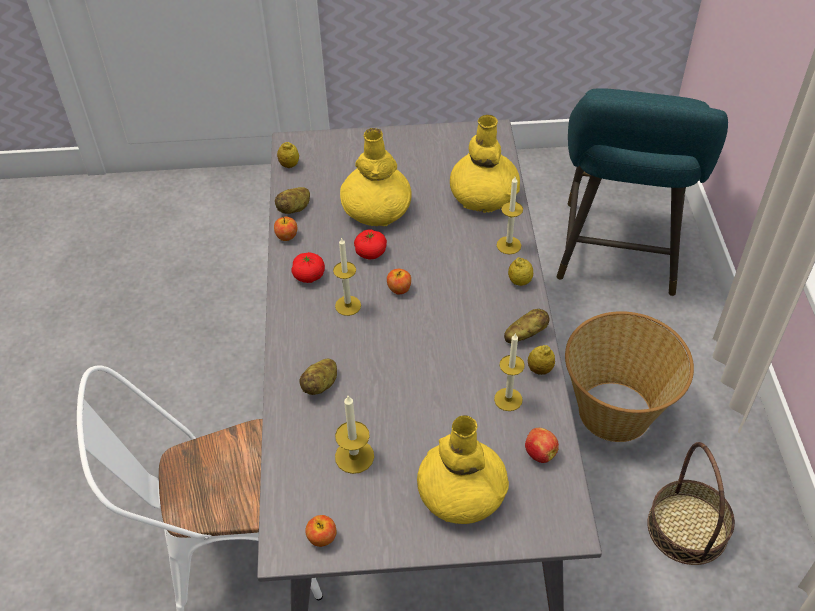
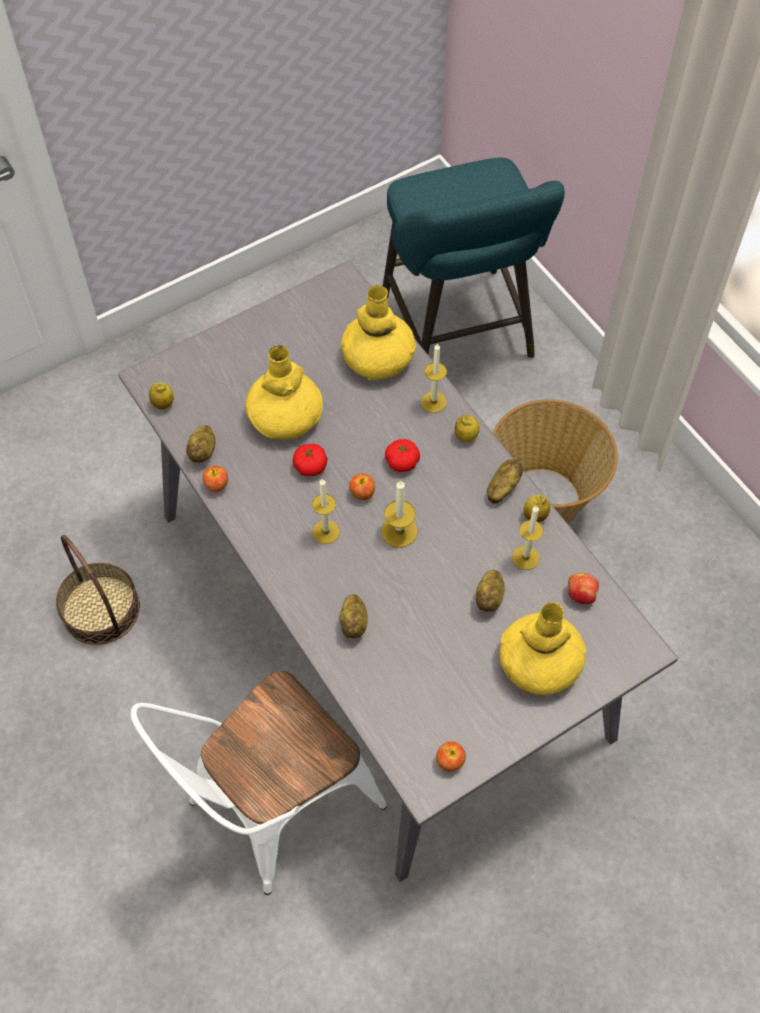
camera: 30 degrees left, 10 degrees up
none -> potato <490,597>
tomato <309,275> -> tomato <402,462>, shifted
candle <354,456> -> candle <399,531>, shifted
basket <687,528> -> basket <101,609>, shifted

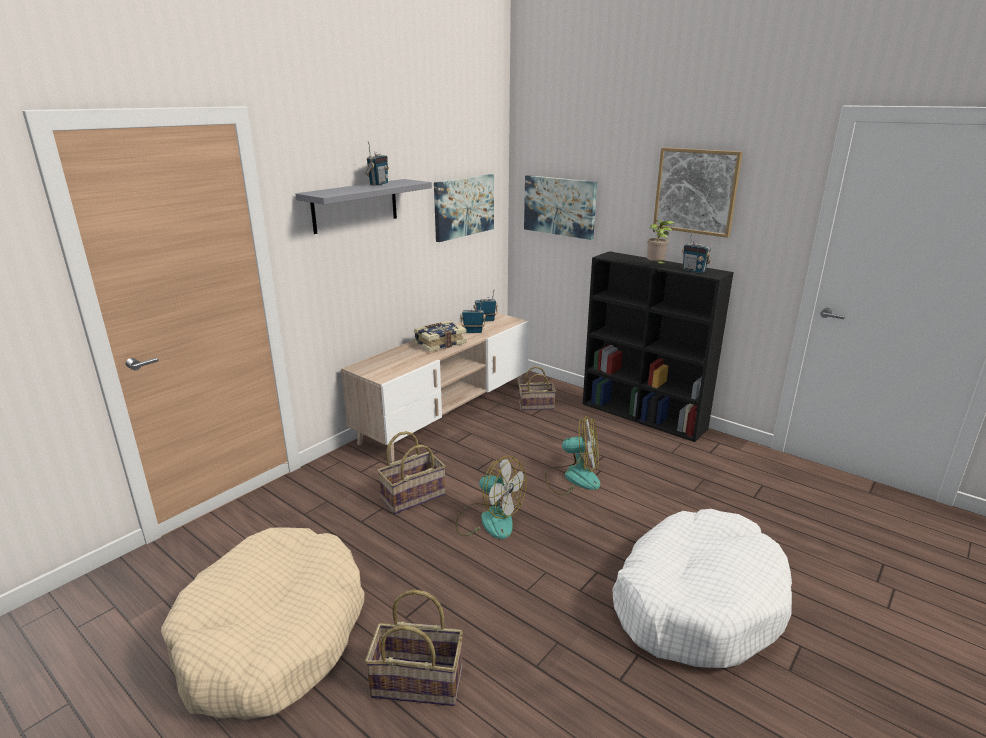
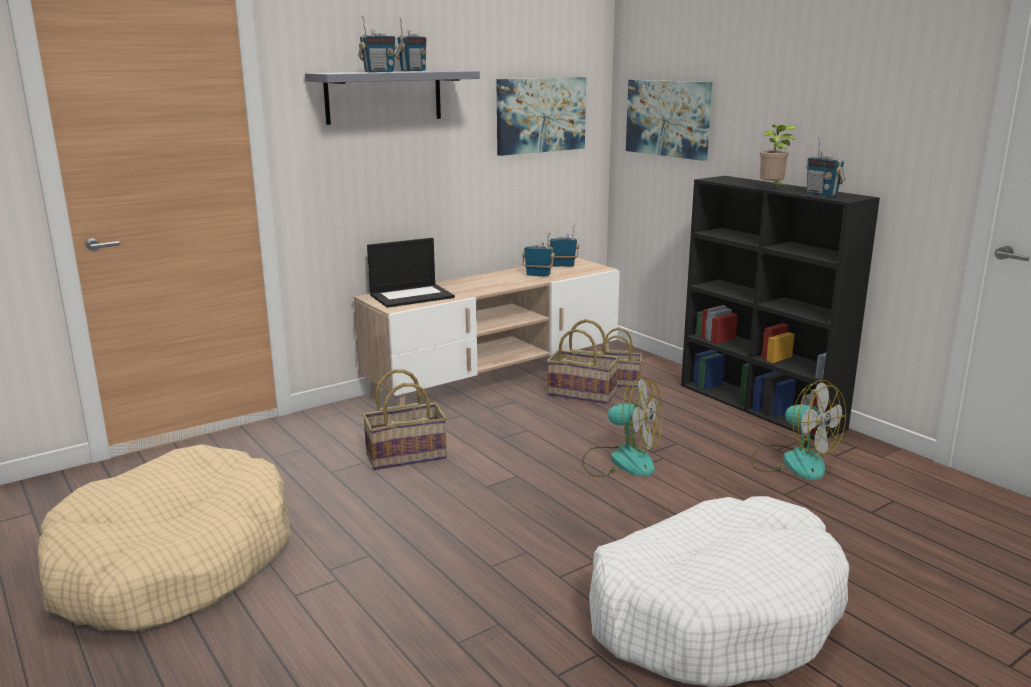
camera: 15 degrees right, 5 degrees down
book <439,343> -> none
picture <696,191> -> none
none -> radio <379,72>
none -> laptop <412,296>
basket <418,681> -> basket <582,393>, shifted
fan <489,520> -> fan <793,461>, shifted

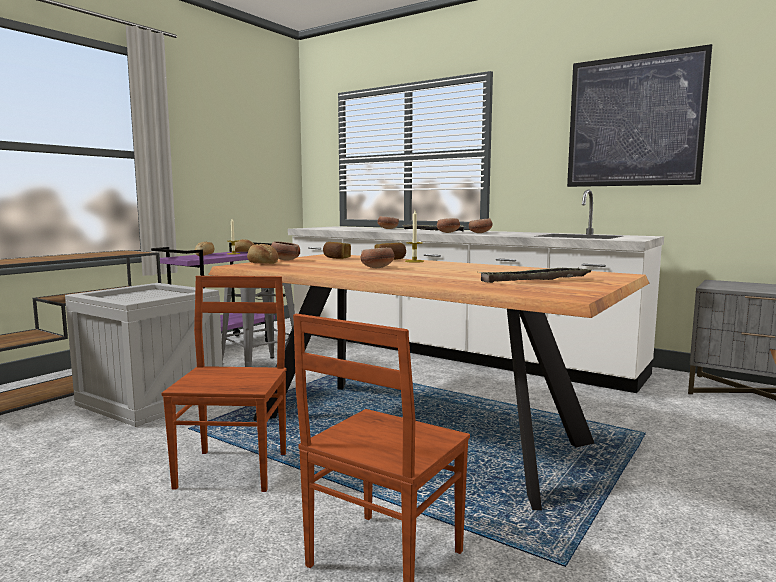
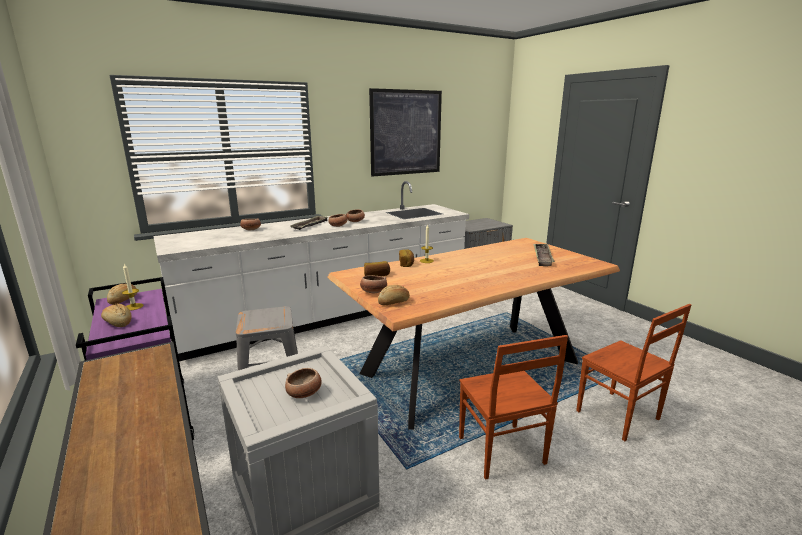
camera: 65 degrees left, 10 degrees up
bowl <377,268> -> bowl <304,393>, shifted
chair/brown <235,469> -> chair/brown <501,451>, 135 degrees counterclockwise

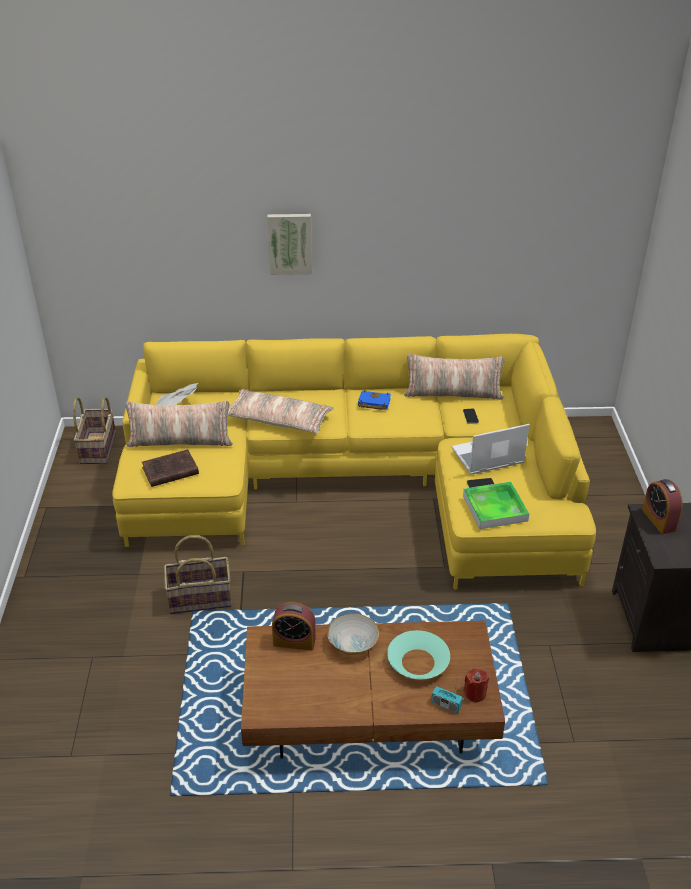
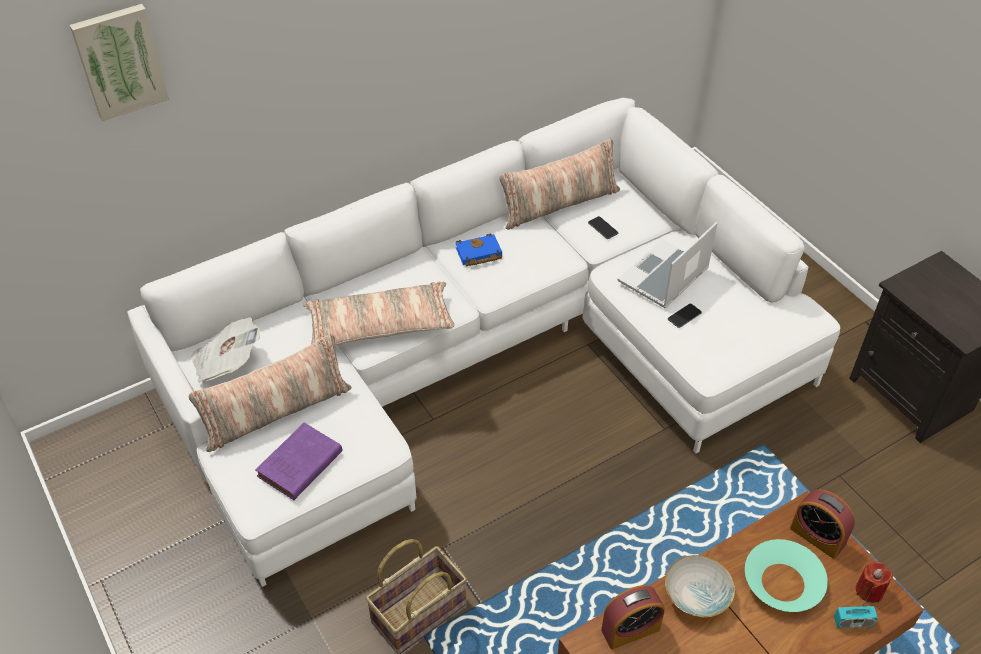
camera: 30 degrees left, 10 degrees up
basket <99,448> -> none
tray <495,508> -> none
picture <290,243> -> picture <119,61>, shifted
alarm clock <658,520> -> alarm clock <817,536>, shifted
sofa/yellow <359,481> -> sofa/white <487,358>
book/brown <169,471> -> book/purple <298,466>

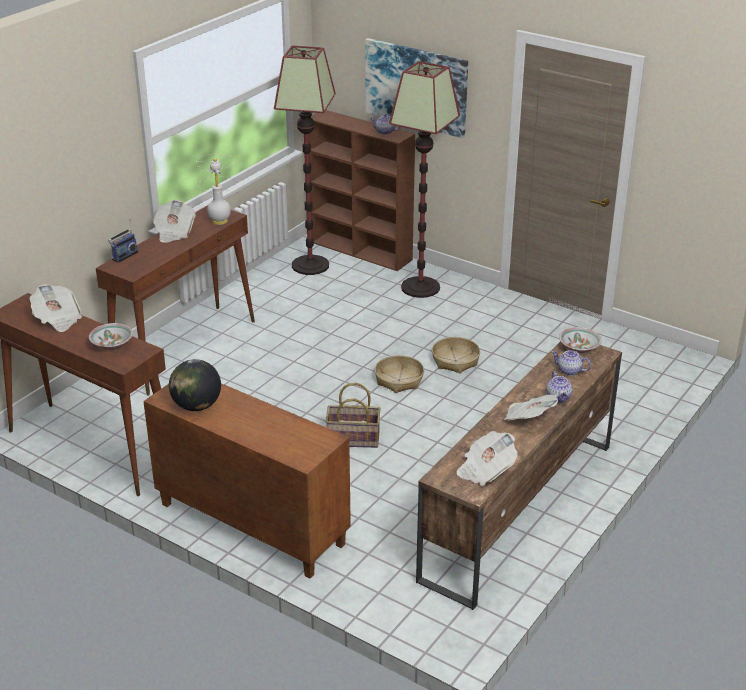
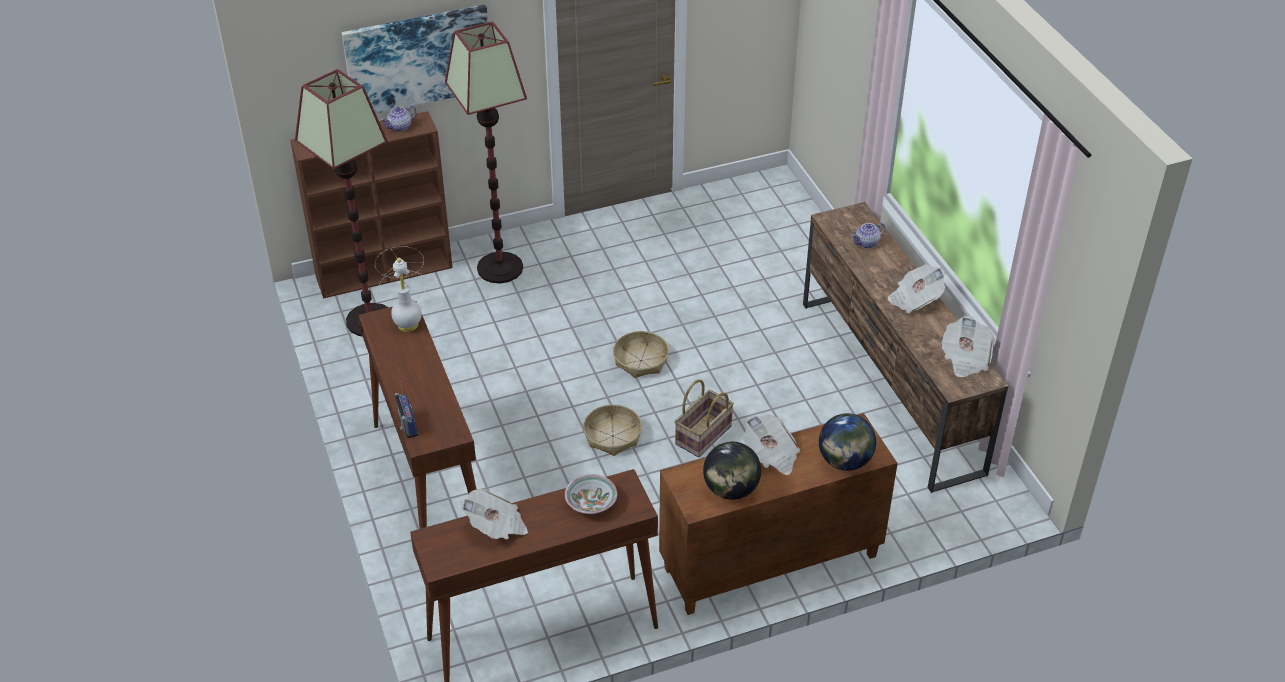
camera: 55 degrees left, 10 degrees up
teapot <558,397> -> none
bowl <579,348> -> none
none -> globe <844,461>
newspaper <174,232> -> newspaper <771,455>, shifted
basket <455,361> -> basket <613,436>, shifted

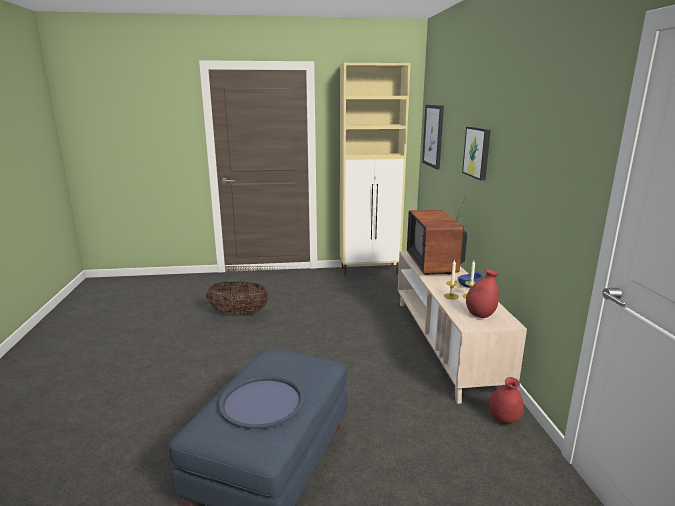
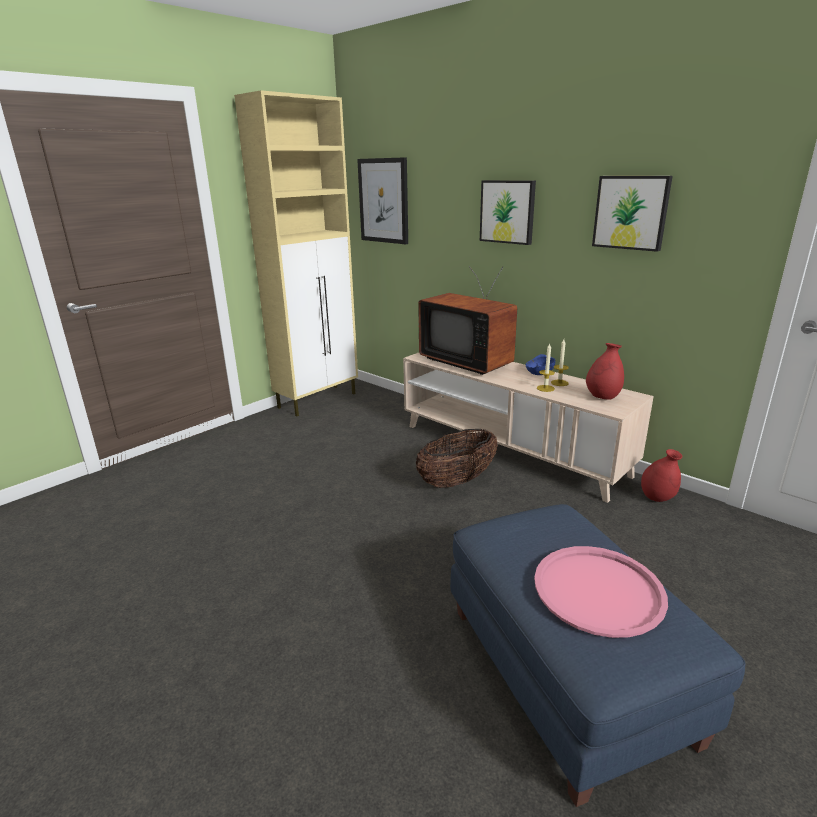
camera: 40 degrees left, 5 degrees up
none -> picture <631,212>
basket <239,313> -> basket <457,481>, shifted
tray/blue <262,402> -> tray/pink <598,591>

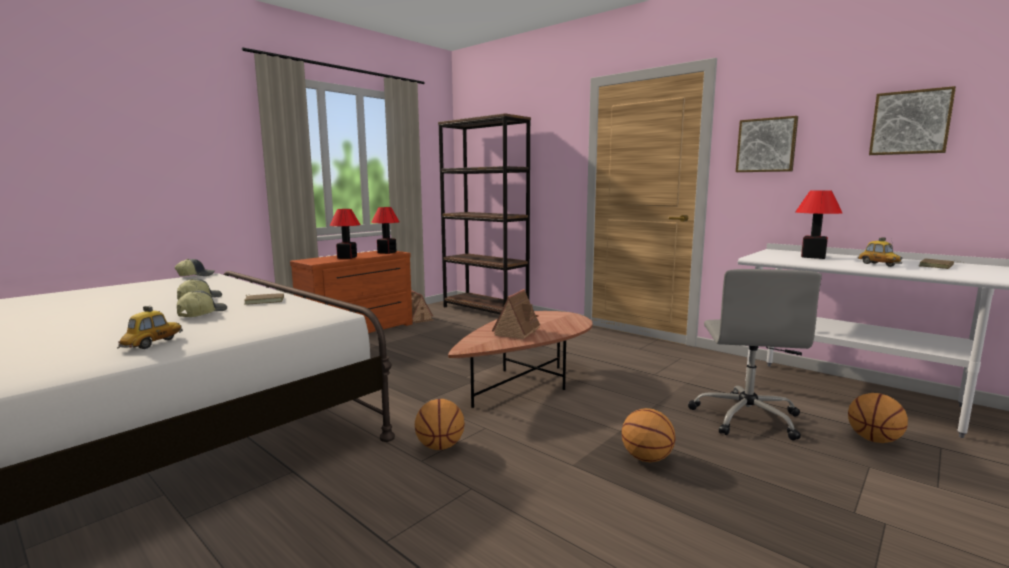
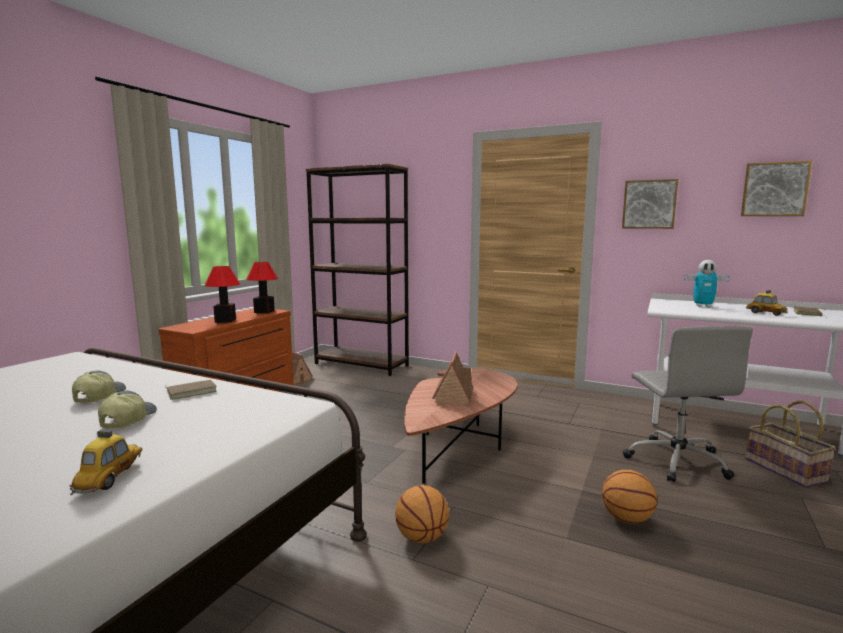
camera: 15 degrees left, 0 degrees up
cap <197,275> -> none
table lamp <813,256> -> toy robot <703,306>
basketball <874,440> -> basket <786,470>

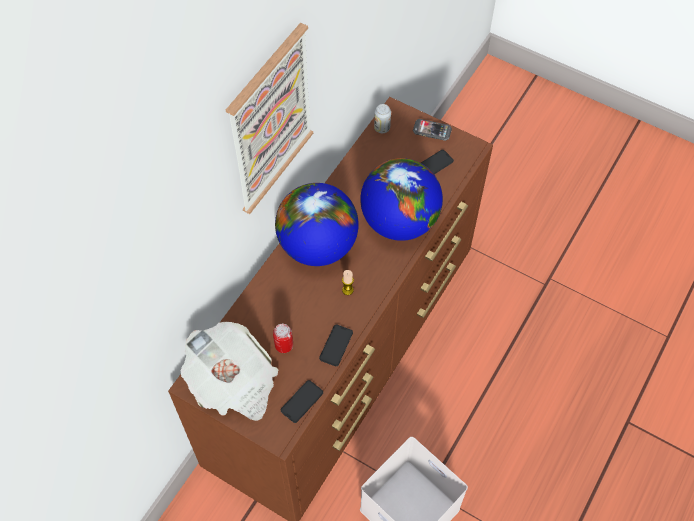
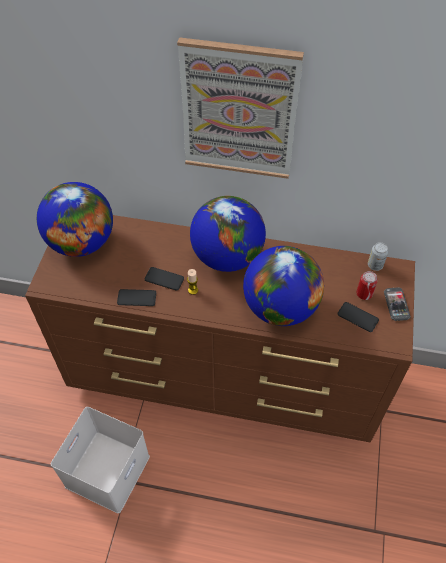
camera: 70 degrees right, 5 degrees down
can <284,345> -> can <364,294>, shifted
phone <302,401> -> phone <164,279>, shifted
newspaper <233,383> -> globe <82,242>

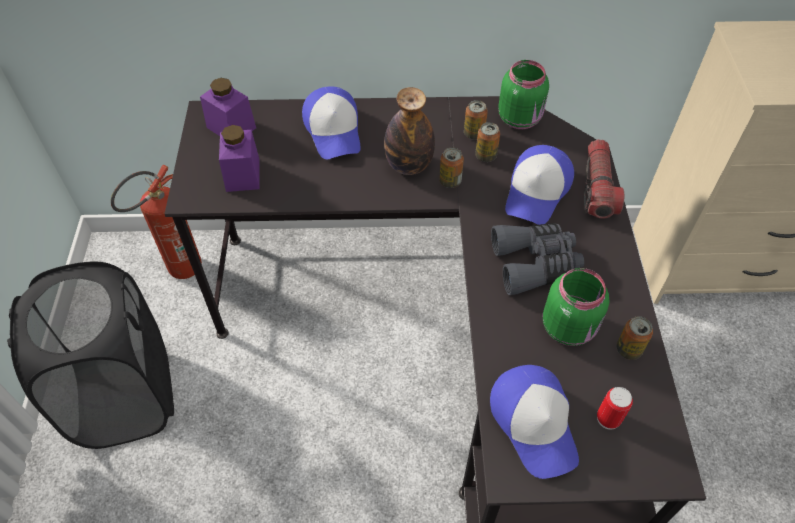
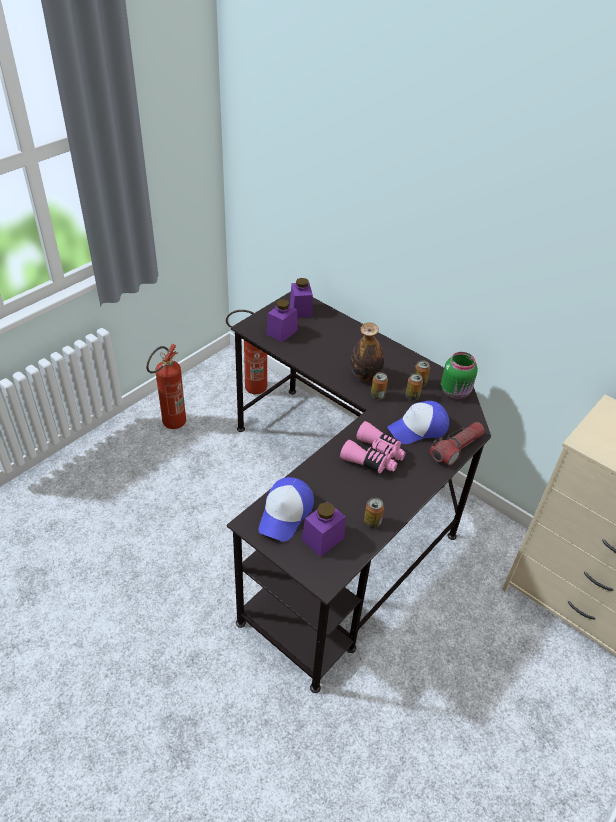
camera: 40 degrees right, 10 degrees down
cap <334,130> -> none
jar/green <569,327> -> none
laundry basket/black <125,397> -> fire extinguisher <170,425>
can <608,418> -> jar/purple <323,539>
binoculars/grey <535,264> -> binoculars/pink <374,456>

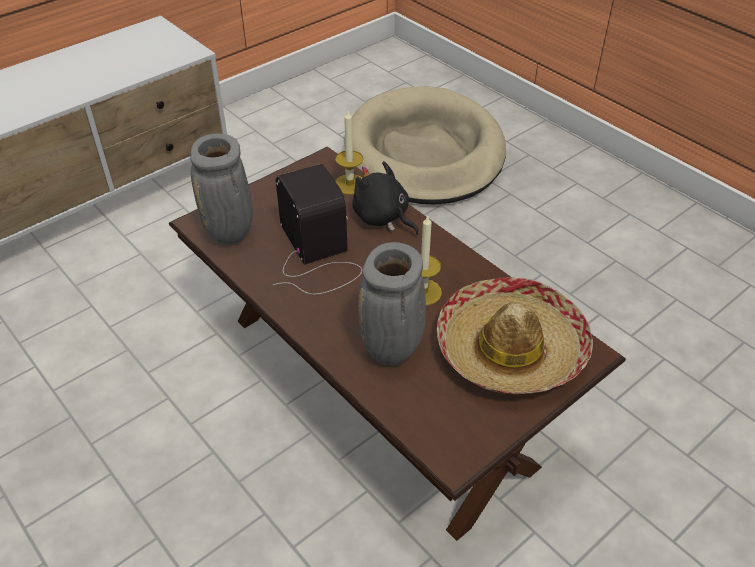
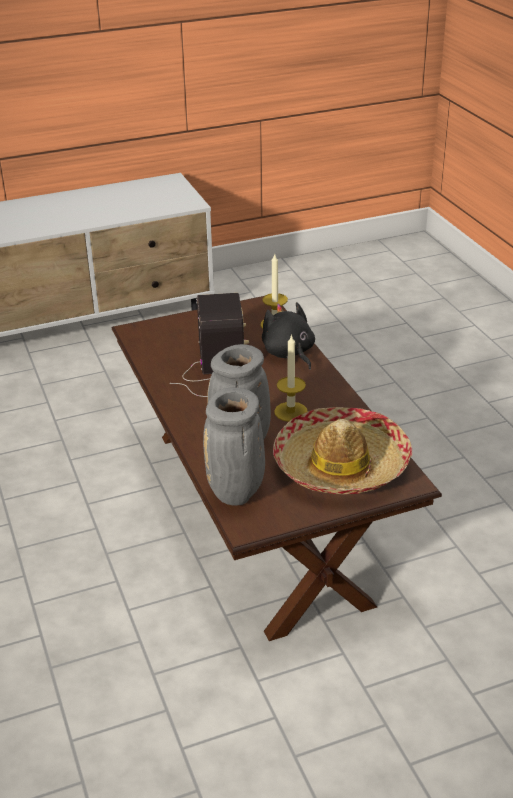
camera: 20 degrees right, 10 degrees down
dog bed/beige <424,152> -> none
vase/grey <231,233> -> vase/grey <237,494>, shifted

